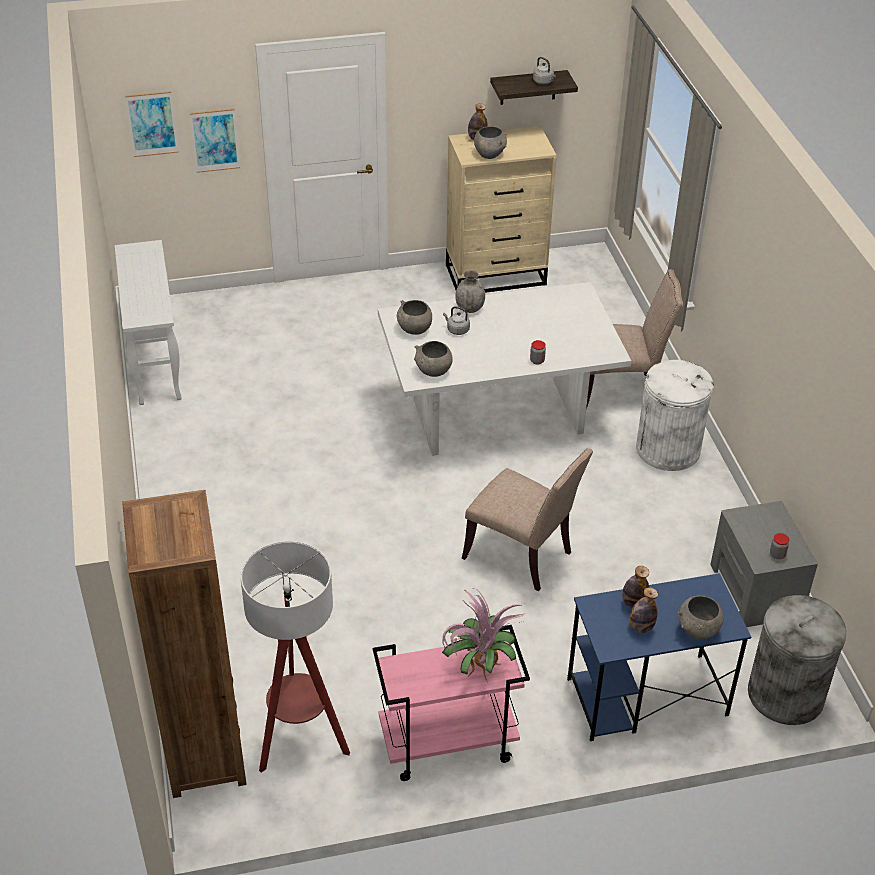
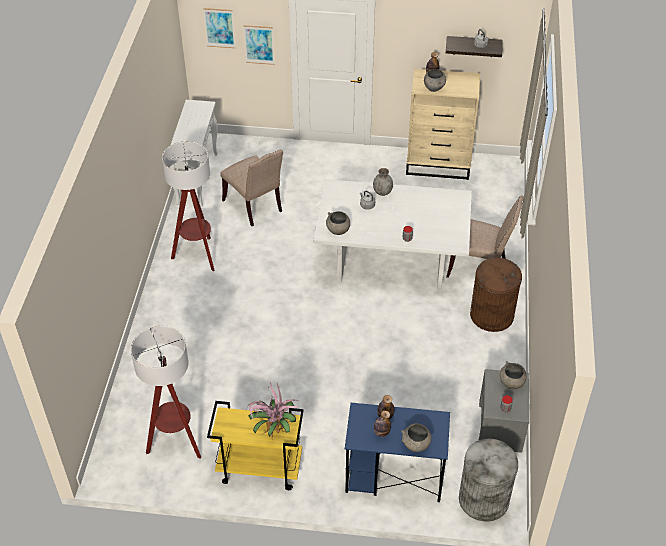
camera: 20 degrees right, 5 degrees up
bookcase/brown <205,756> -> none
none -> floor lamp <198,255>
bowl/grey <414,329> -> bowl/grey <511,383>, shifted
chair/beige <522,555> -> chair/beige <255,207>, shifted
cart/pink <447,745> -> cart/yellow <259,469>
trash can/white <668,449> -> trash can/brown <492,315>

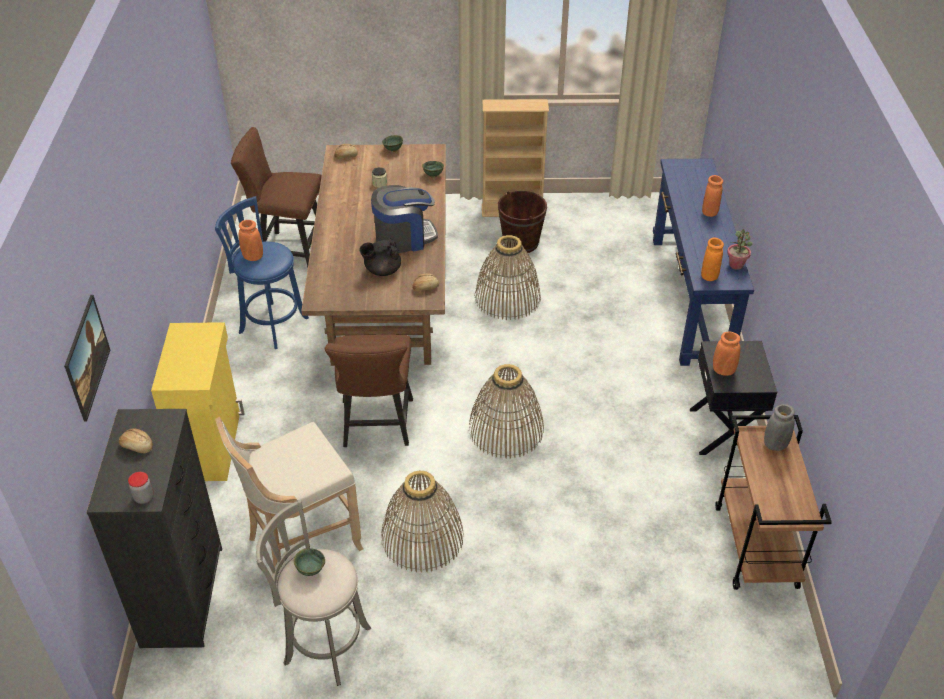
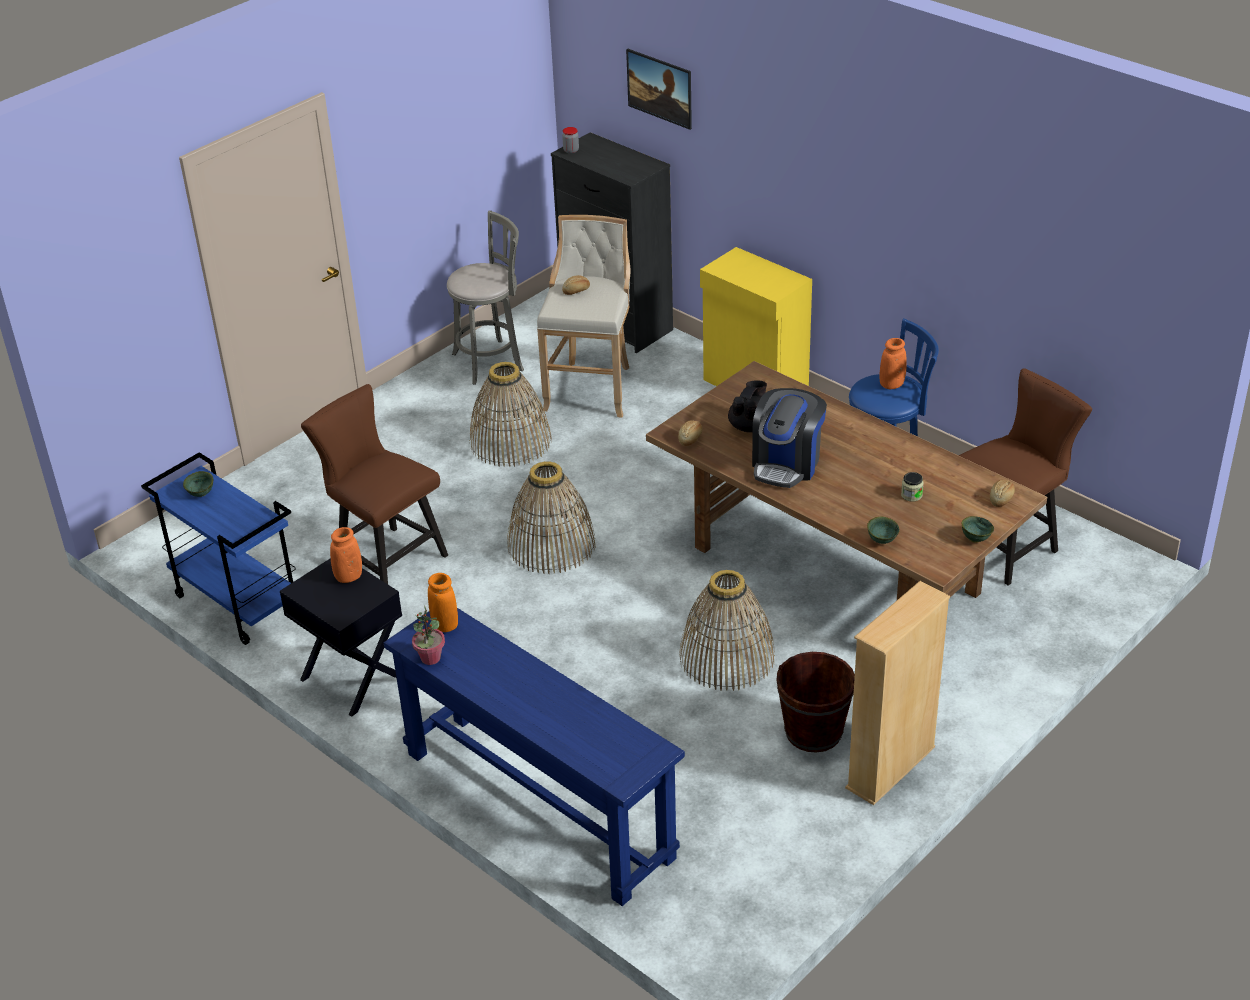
camera: 135 degrees right, 5 degrees down
vase/orange <709,212> -> none
vase/grey <775,445> -> none
bread <137,446> -> bread <576,291>, shifted
bowl/green <310,570> -> bowl/green <202,494>, shifted
chair/brown <376,427> -> chair/brown <386,558>, shifted
cart/brown <757,547> -> cart/blue <237,603>

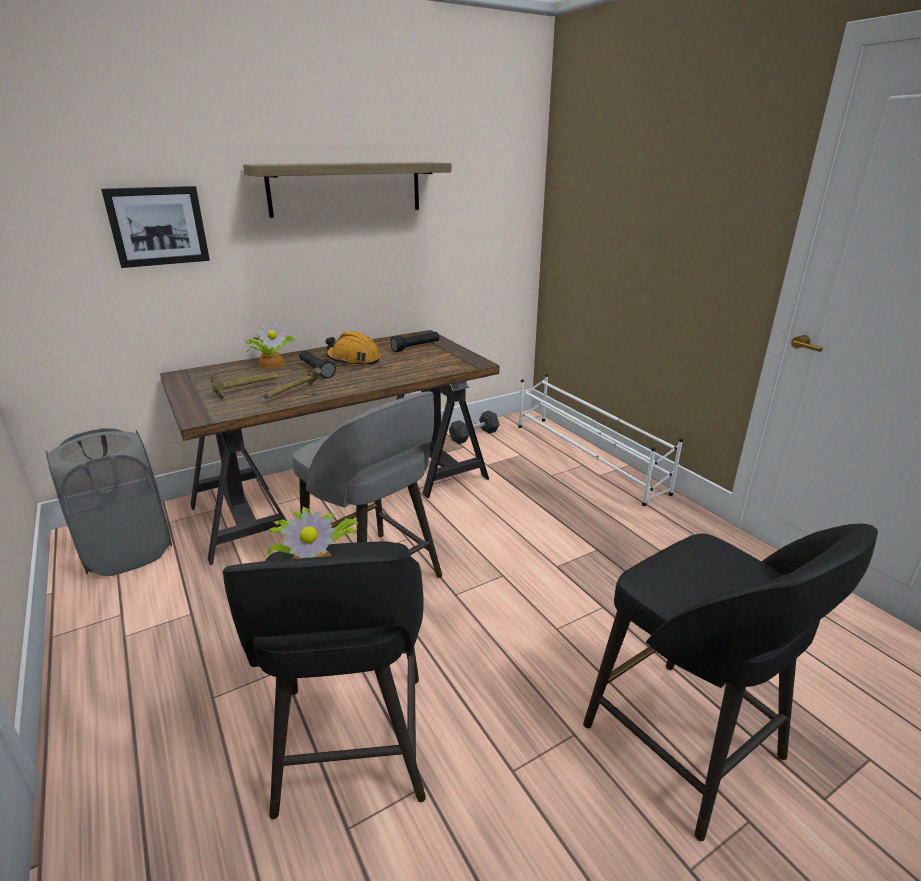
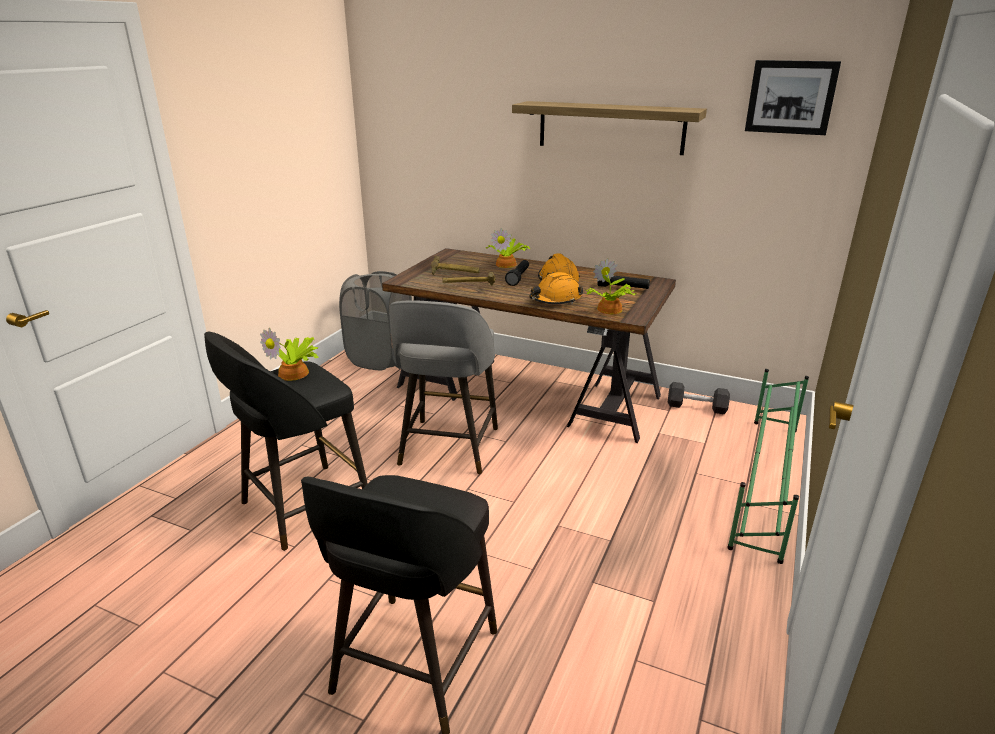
camera: 55 degrees right, 0 degrees up
none -> hard hat/orange <555,300>
none -> potted plant <609,310>
picture <158,226> -> picture <791,97>, shifted
shoe rack/white <587,457> -> shoe rack/green <765,482>

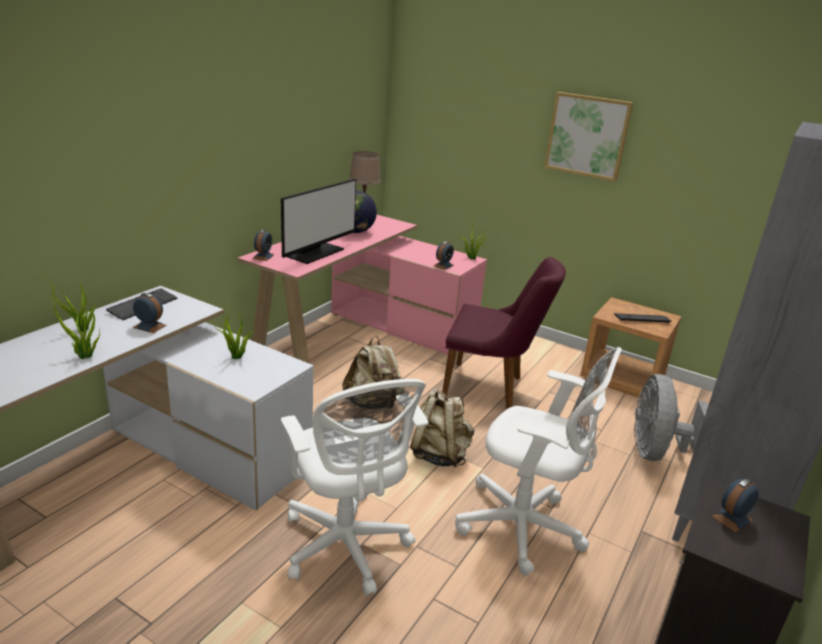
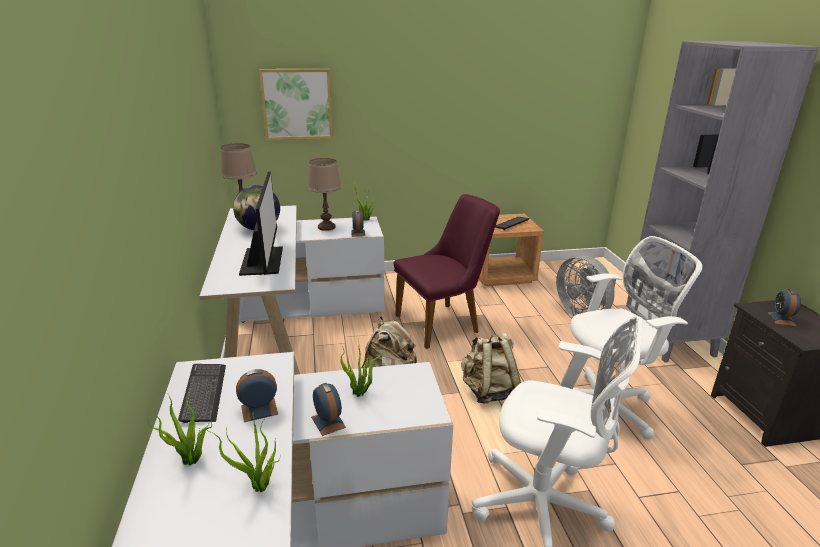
camera: 40 degrees left, 0 degrees up
none -> table lamp/brown <326,227>
alarm clock <263,256> -> alarm clock <328,422>, shifted
picture <587,136> -> picture <297,104>, shifted
desk/pink <361,335> -> desk/white <292,329>

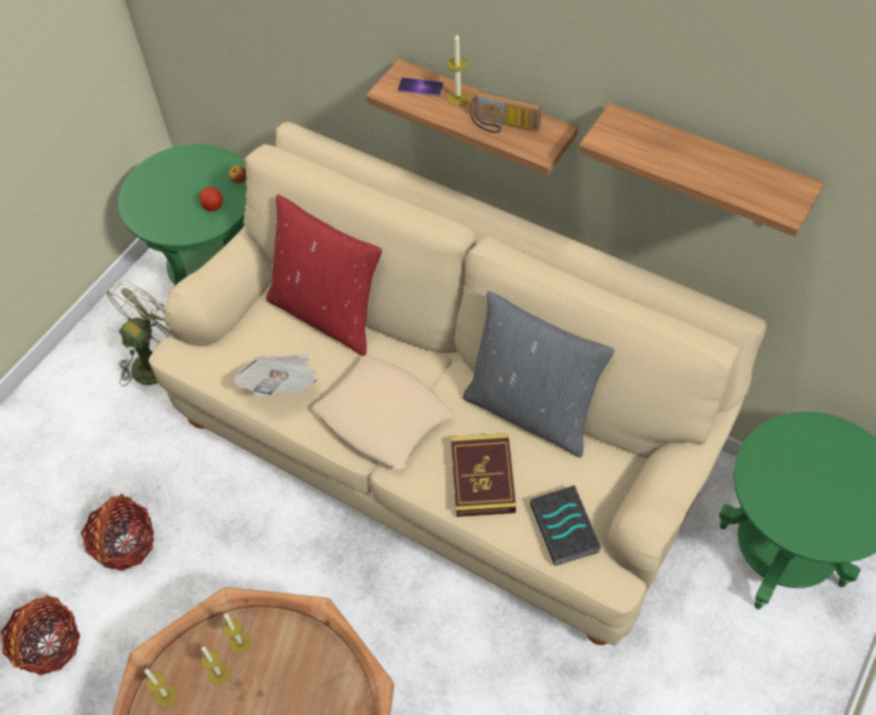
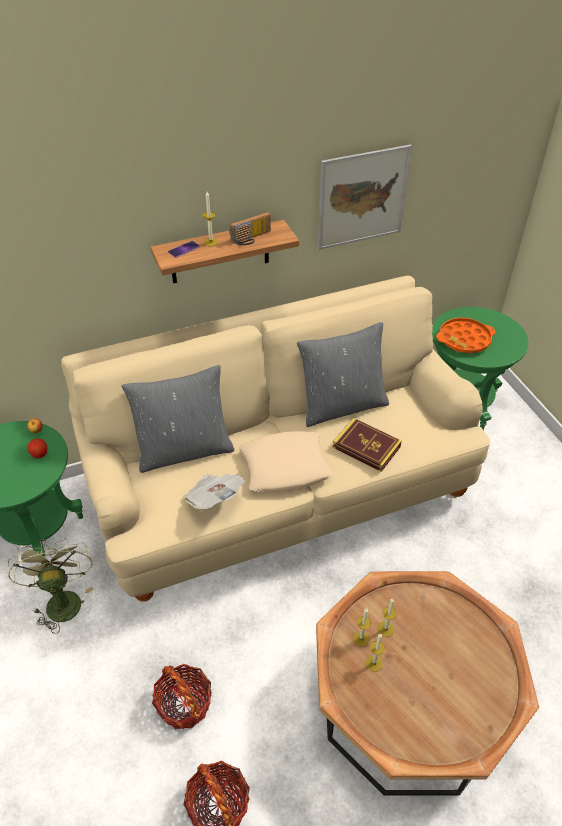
camera: 55 degrees left, 10 degrees down
book <566,529> -> none
none -> tray/orange <464,339>
candle <166,696> -> candle <385,629>, shifted
shelf <706,168> -> picture <362,197>
pillow/red <328,313> -> pillow/grey <184,450>

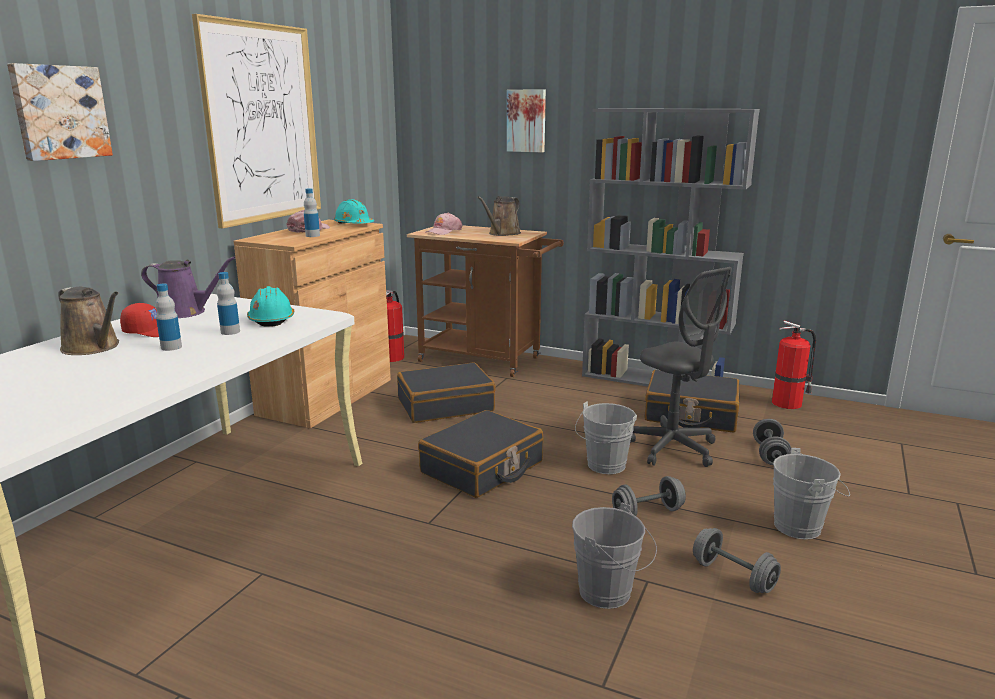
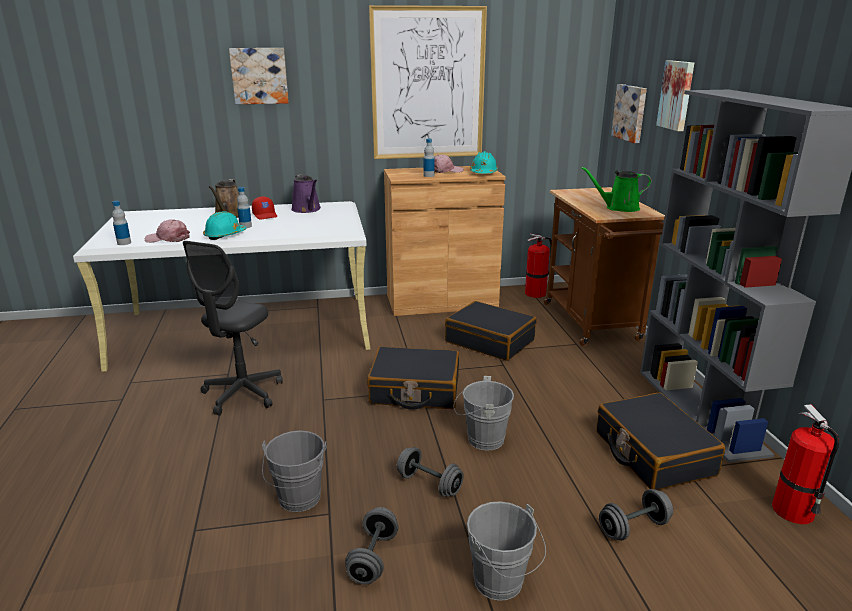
camera: 55 degrees right, 5 degrees up
none -> picture <631,113>
bottle <230,332> -> bottle <124,243>, shifted
hard hat/turquoise <271,320> -> hard hat/turquoise <225,235>, shifted
cap/pink <443,231> -> cap/pink <168,239>, shifted
office chair/grey <672,448> -> office chair/grey <243,394>, shifted
watering can/brown <502,234> -> watering can/green <619,208>

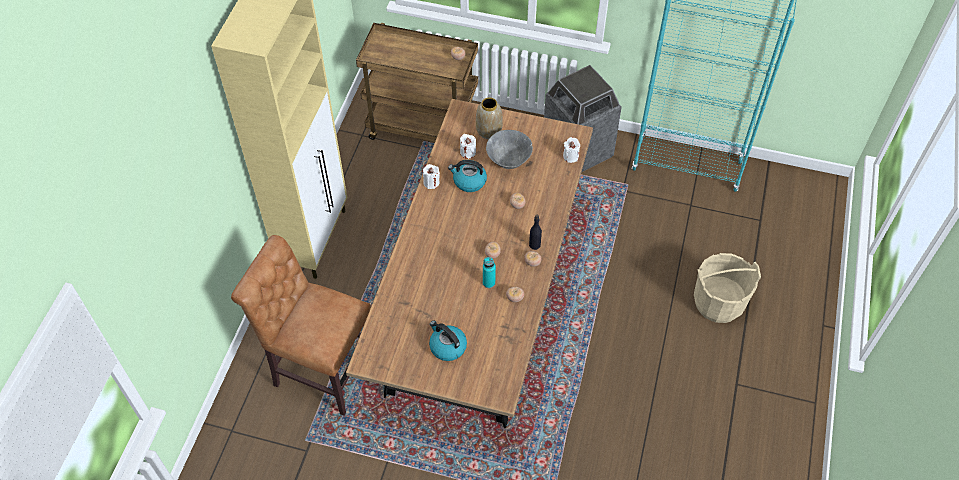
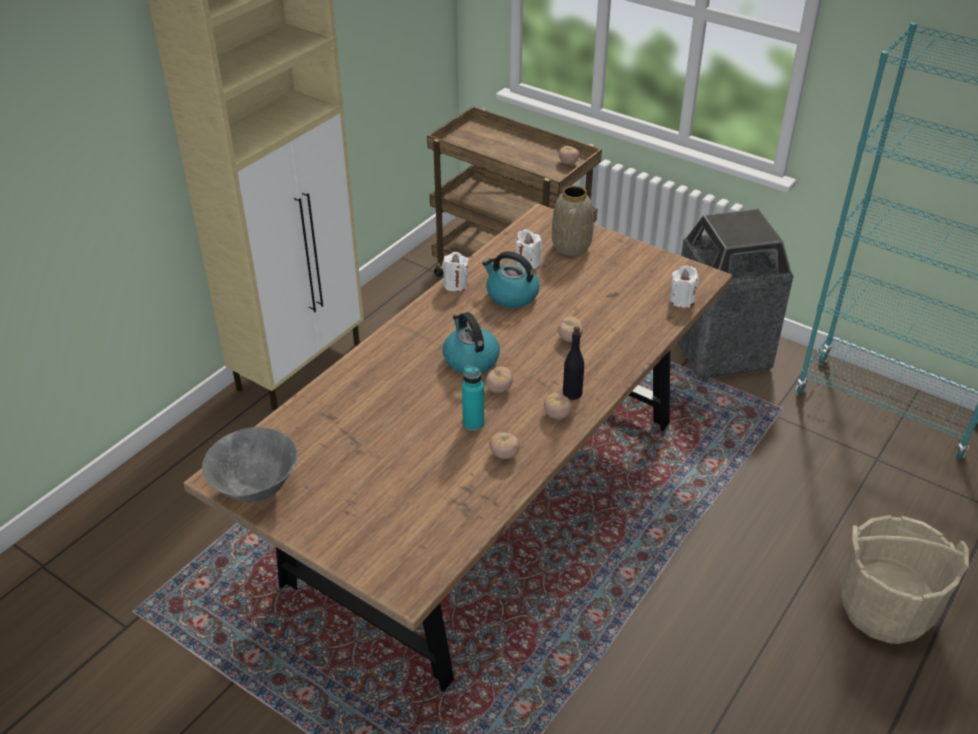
camera: 20 degrees right, 15 degrees down
chair/brown <320,368> -> none
kettle <447,346> -> kettle <470,359>, shifted
bowl/grey <508,161> -> bowl/grey <256,489>, shifted

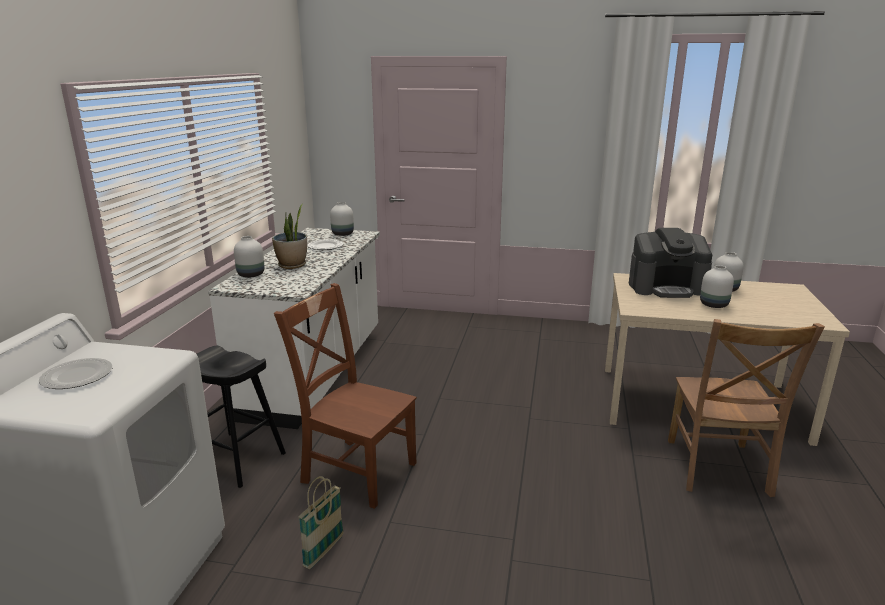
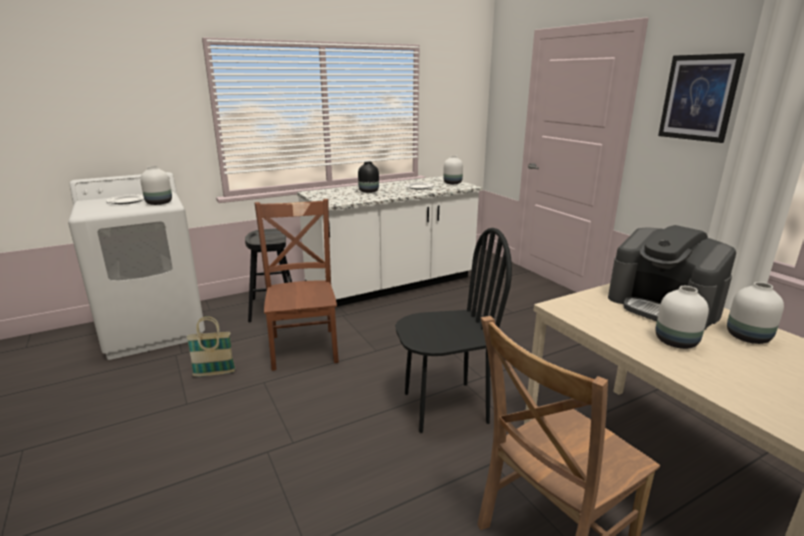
camera: 50 degrees right, 0 degrees up
none -> chair/black <445,407>
none -> picture <698,98>
vase/white <250,275> -> vase/white <159,203>, shifted
potted plant <292,265> -> vase/black <369,191>

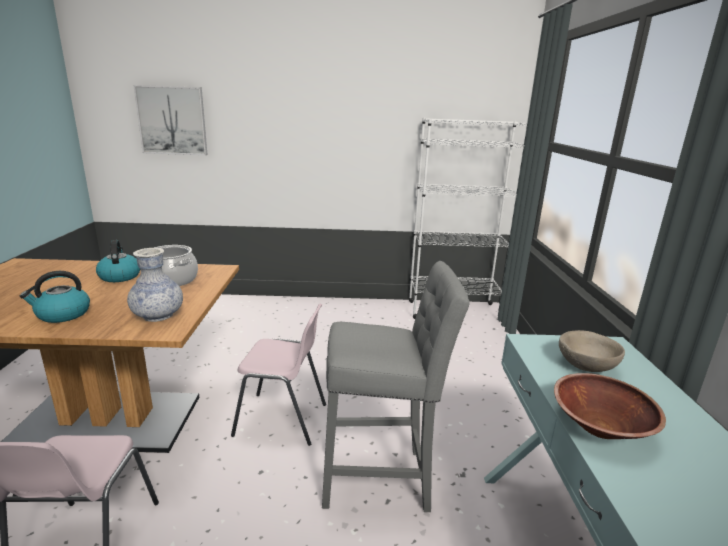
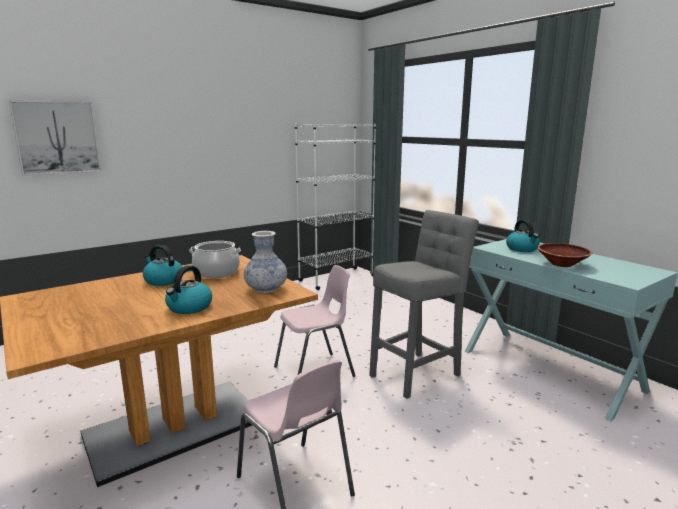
camera: 35 degrees left, 5 degrees down
bowl/beige <586,365> -> kettle <522,249>

